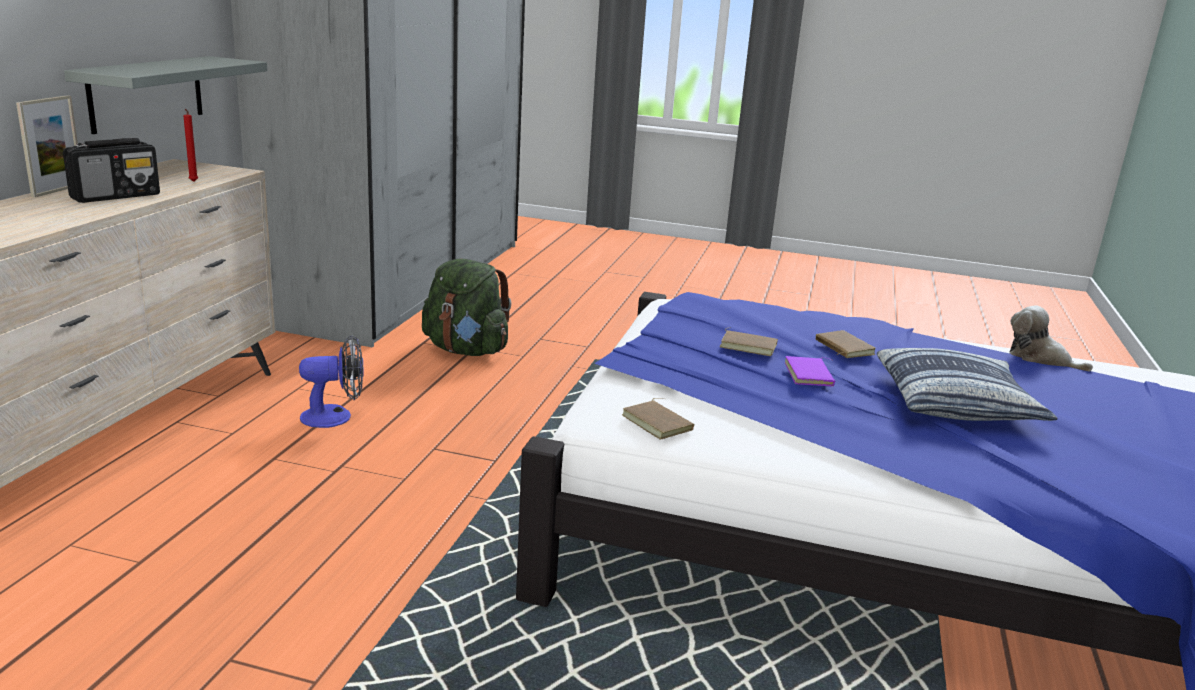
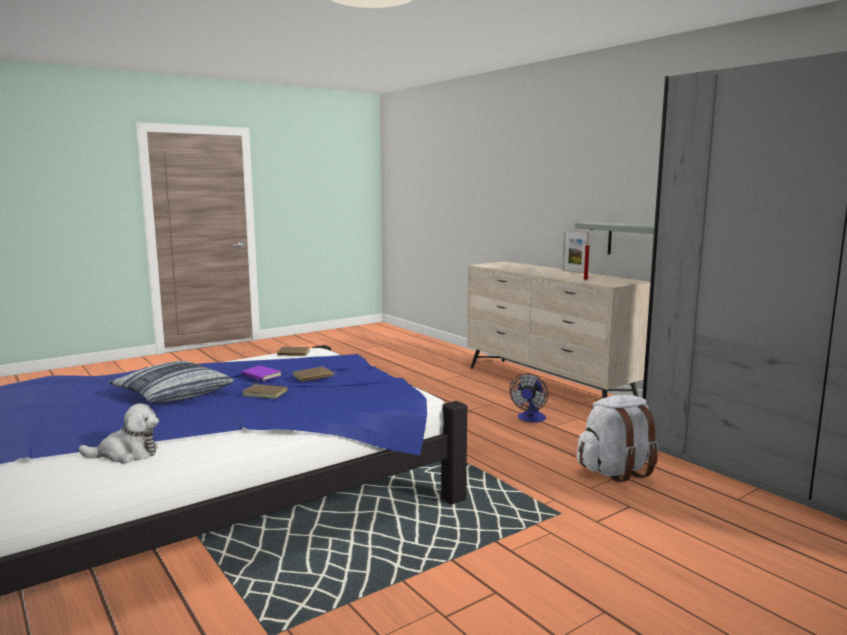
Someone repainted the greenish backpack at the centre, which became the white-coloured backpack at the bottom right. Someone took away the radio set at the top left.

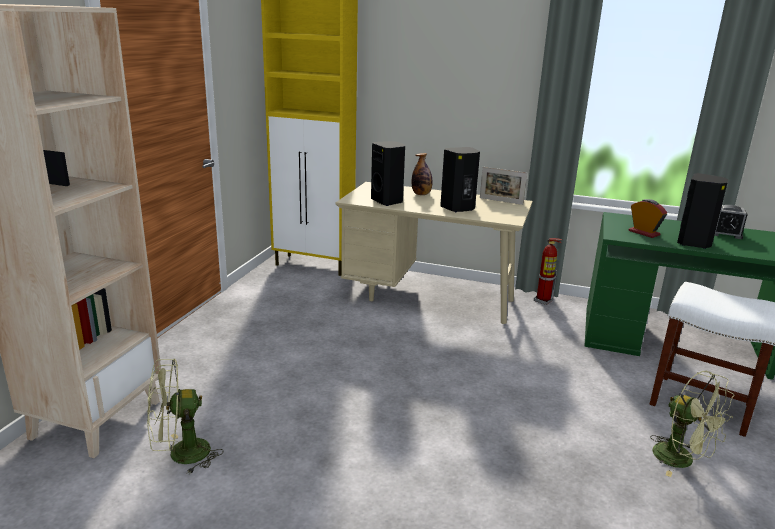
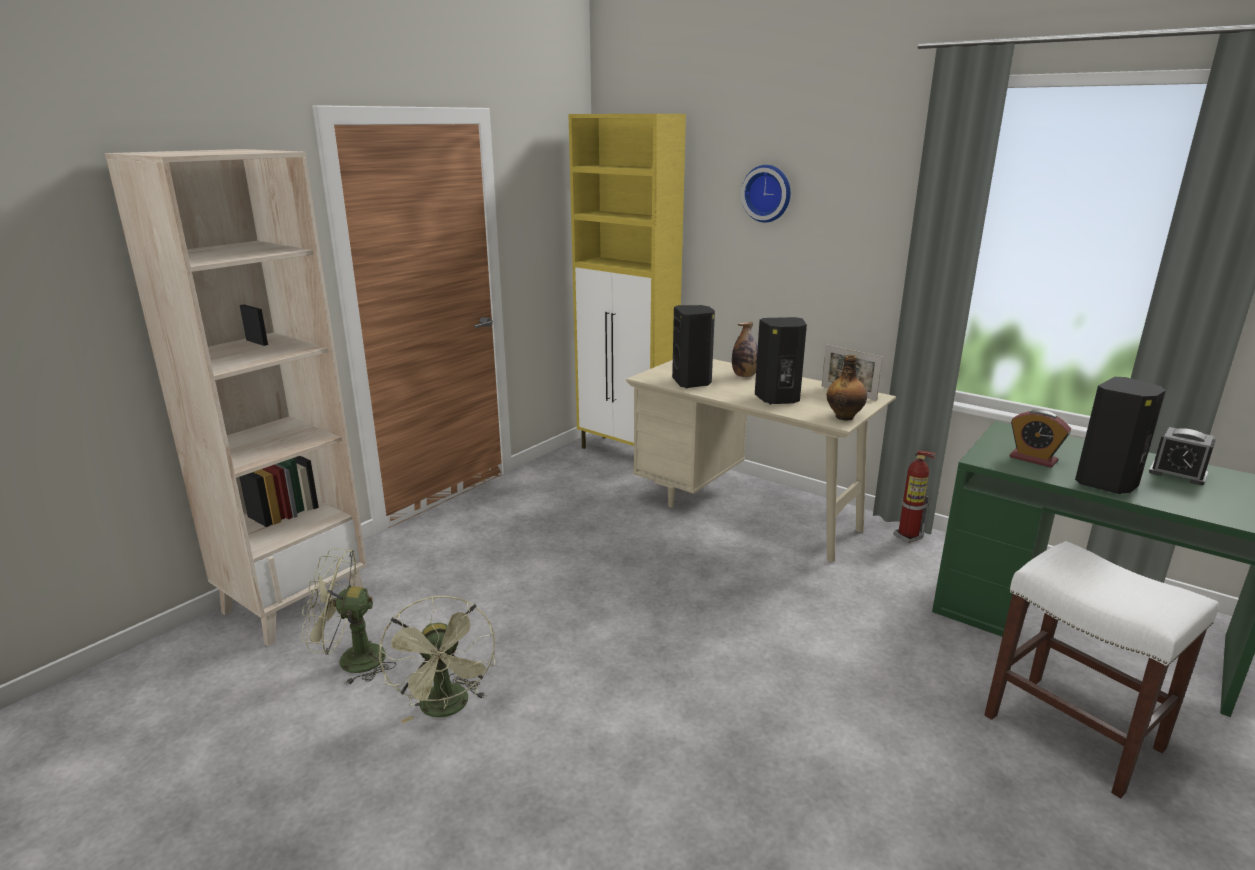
Someone carried the greenish fan (no. 2 from left) from the bottom right to the bottom centre. Someone put up the clock on the wall at the top centre. Someone put down the bottle (no. 2 from left) at the middle right. Someone rotated the table clock (no. 1 from left) at the middle right by 150 degrees clockwise.

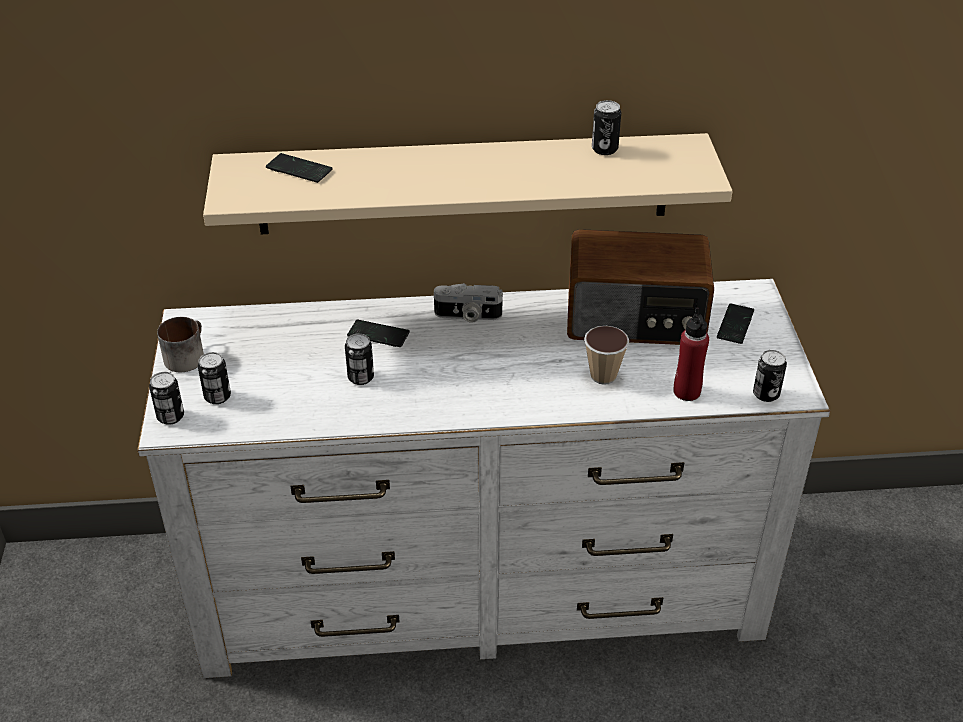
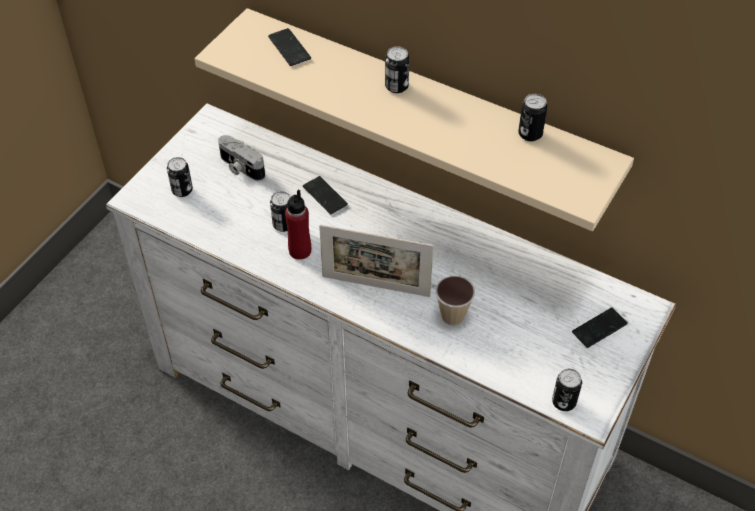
Someone carried the photo camera from the centre to the top left. Someone carried the reddish bottle from the middle right to the centre. Someone put down the photo frame at the centre. Someone carried the can (no. 1 from left in the first image) from the middle left to the top centre. Someone took away the coffee mug at the middle left. Someone took away the radio set at the centre.

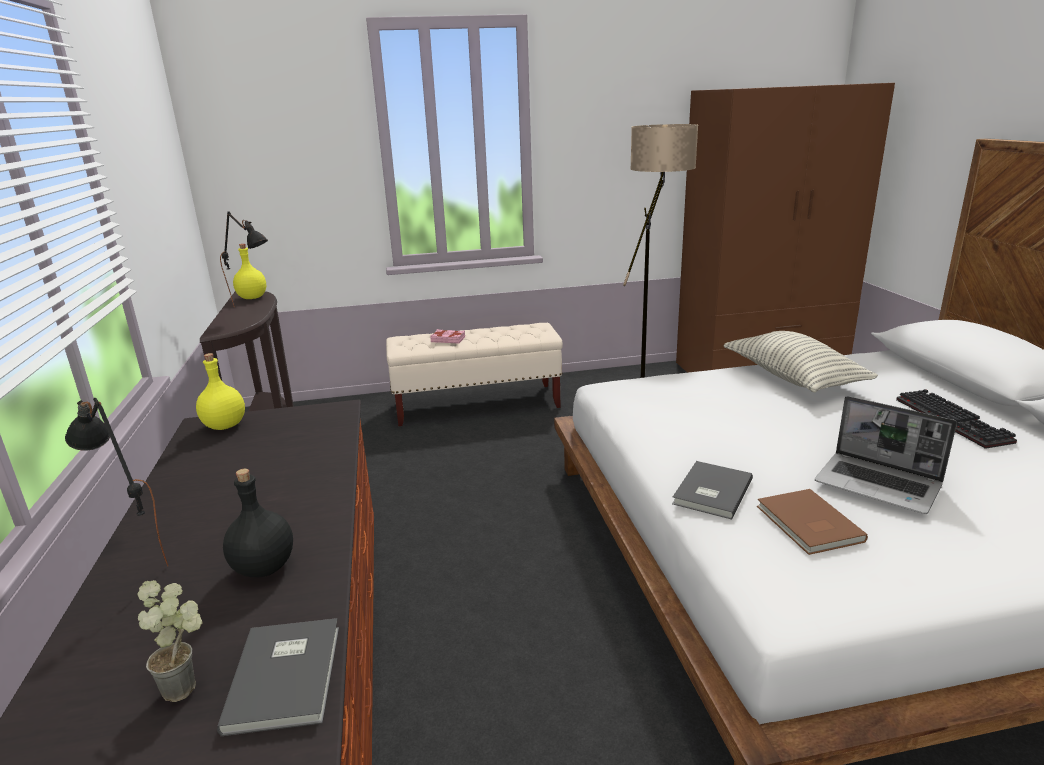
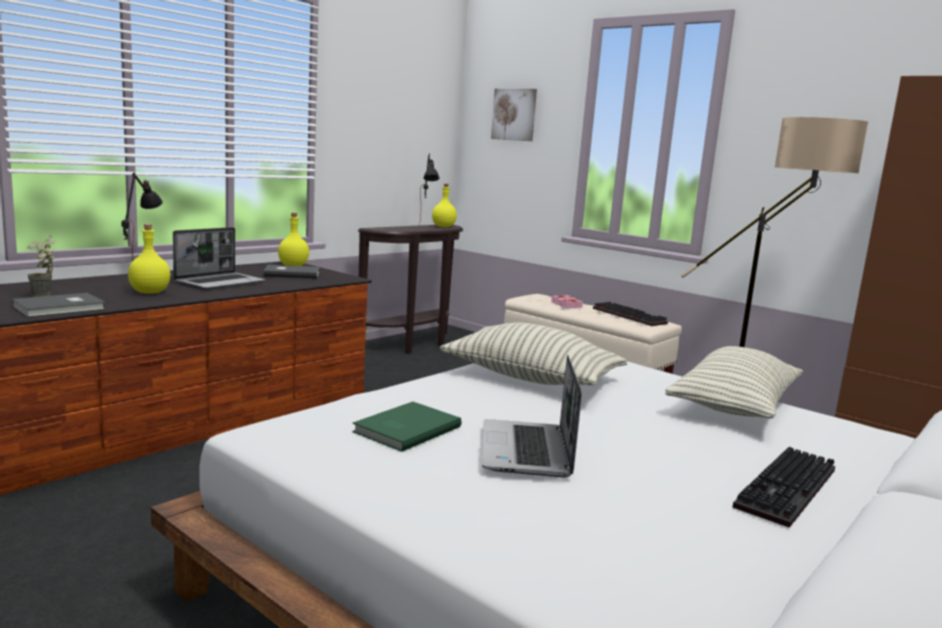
Someone repainted the black bottle at the bottom left, which became the yellowish bottle (no. 1 from left) at the middle left. Someone put down the portable computer (no. 1 from left) at the middle left. Someone carried the gray volume (no. 2 from left) from the middle right to the middle left. Someone repainted the brown-coloured volume at the bottom right, which became the greenish volume at the bottom centre. Someone put down the pillow (no. 1 from left) at the centre. Someone put up the picture at the top centre. Someone put down the computer keyboard (no. 1 from left) at the middle right.

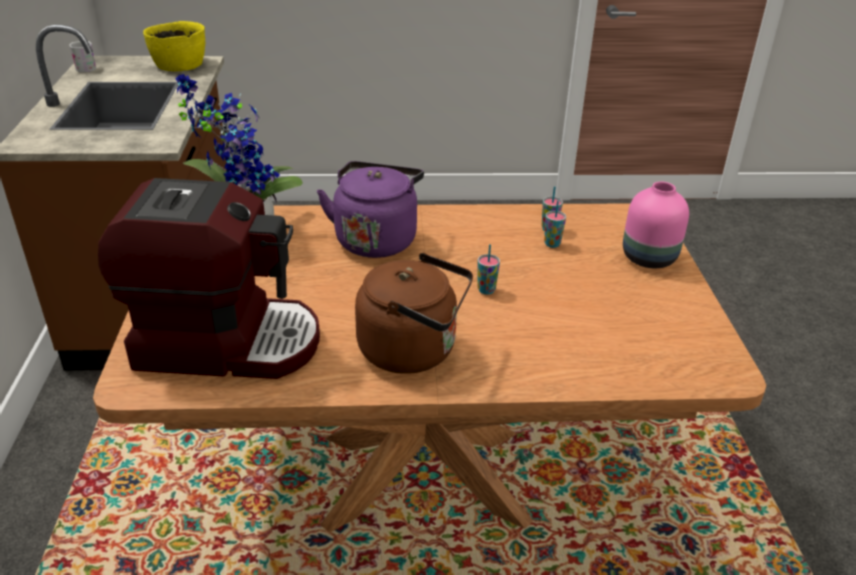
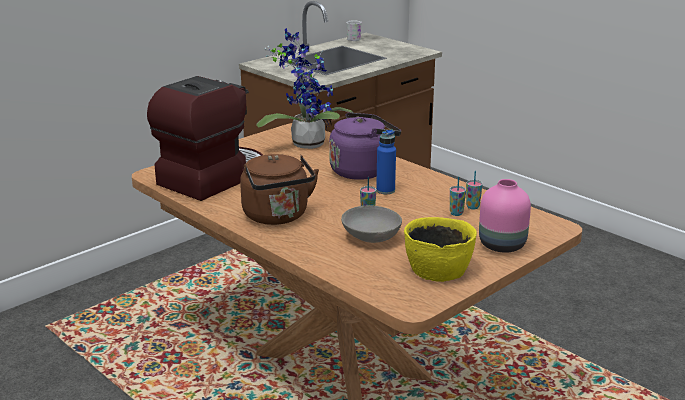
Someone rotated the coffee brewer at the middle left by 105 degrees counterclockwise. Someone put down the gray deep dish at the centre. Someone put down the blue-coloured bottle at the centre. Someone carried the yellowish deep dish from the top left to the centre.

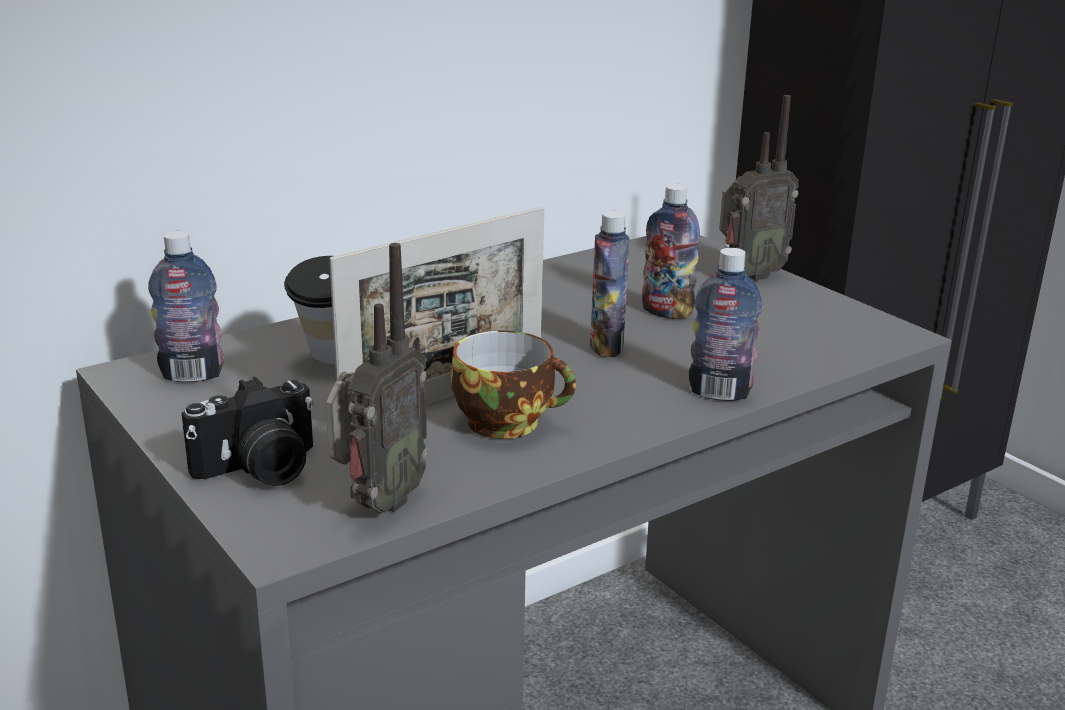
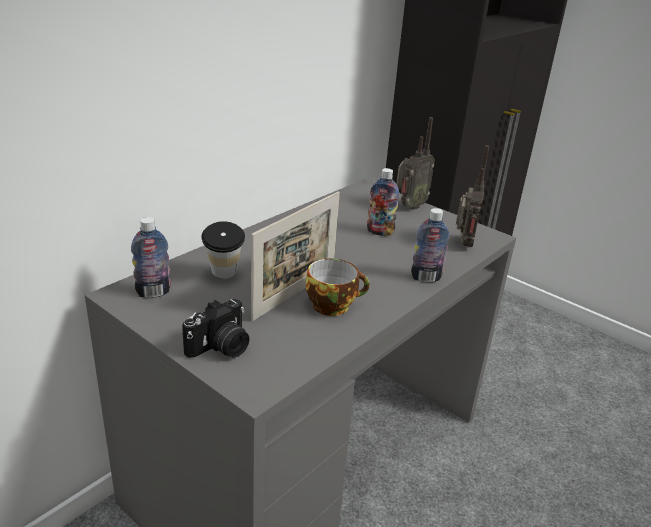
Someone carried the radio set (no. 1 from left in the first image) from the centre to the middle right. Someone took away the bottle (no. 2 from left) at the centre.

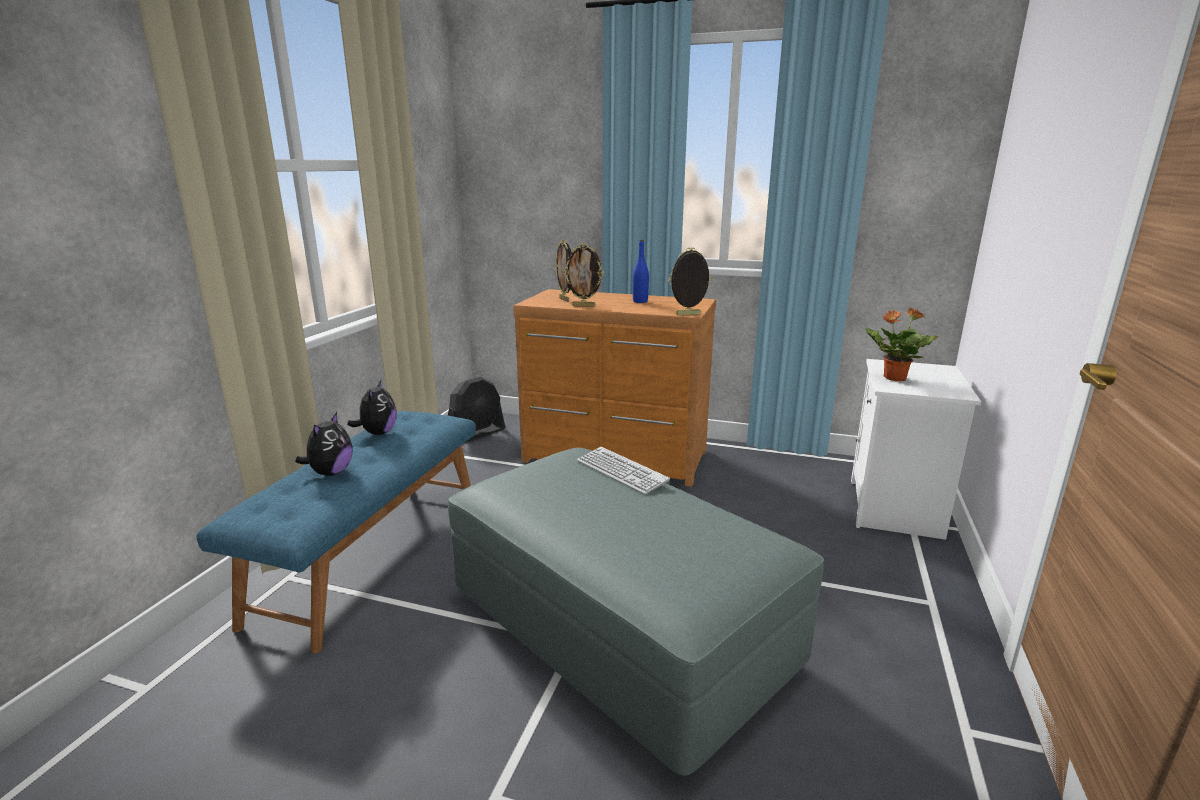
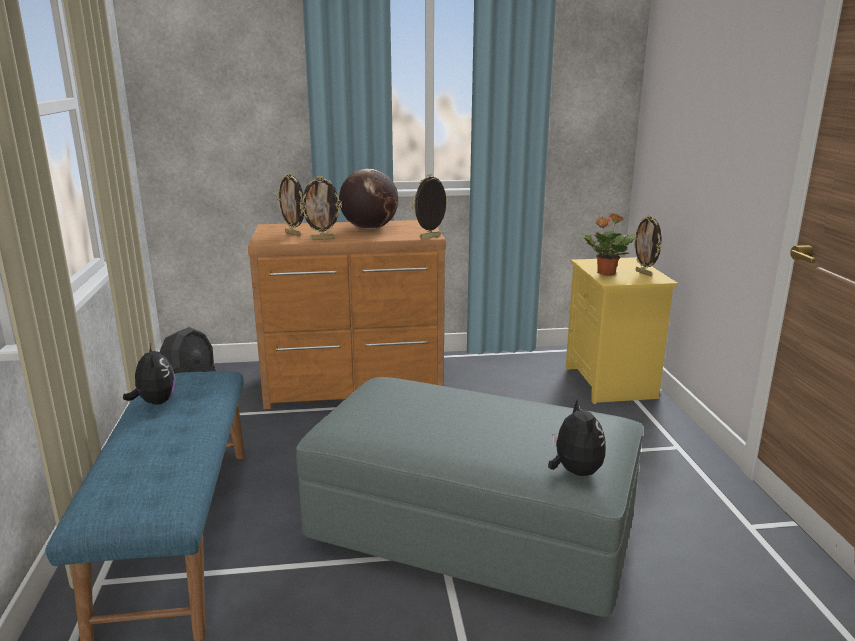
Someone swapped the blue-coloured bottle at the centre for the world globe at the top centre. Someone carried the plush toy (no. 1 from left in the first image) from the middle left to the bottom right. Someone repainted the white-coloured bedside table at the middle right, which became the yellowish bedside table at the middle right. Someone put down the photo frame (no. 4 from left) at the middle right. Someone took away the computer keyboard at the centre.

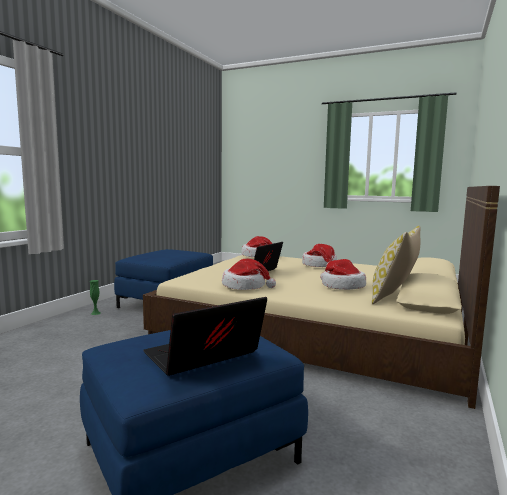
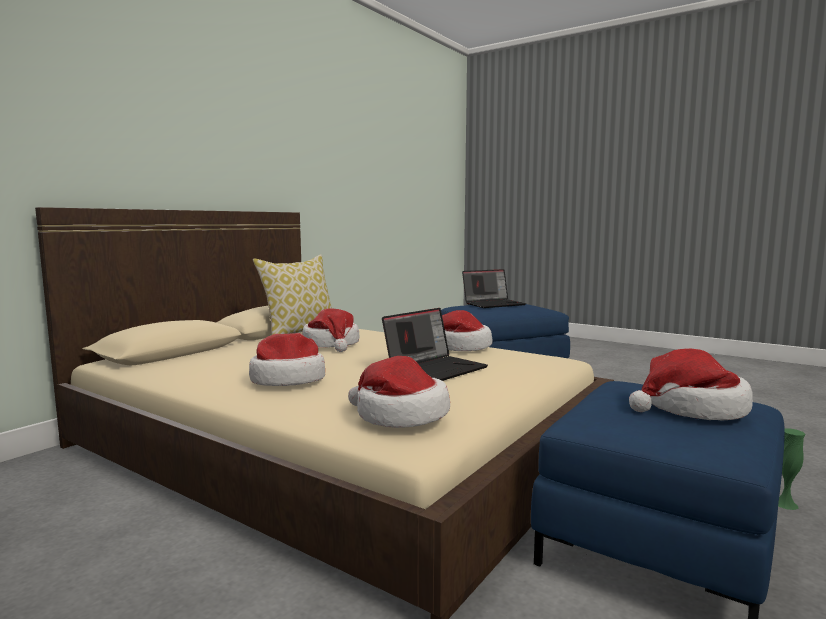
Someone put down the wearable hat (no. 5 from left) at the middle right.

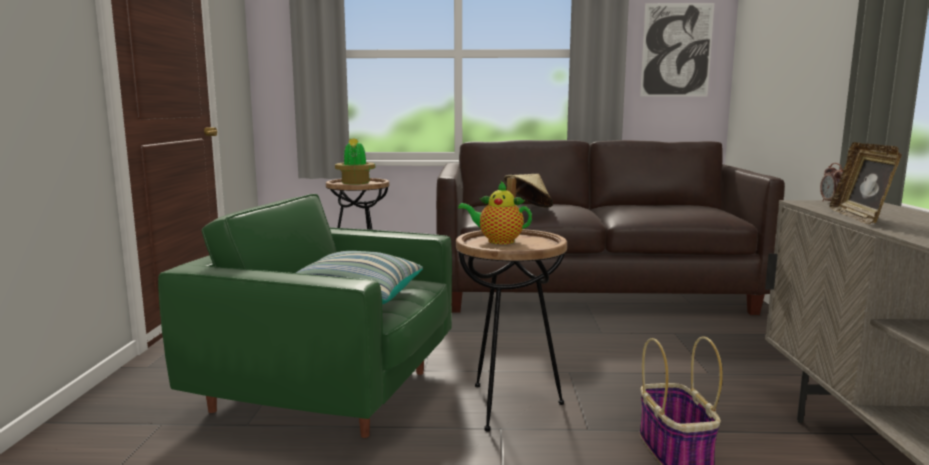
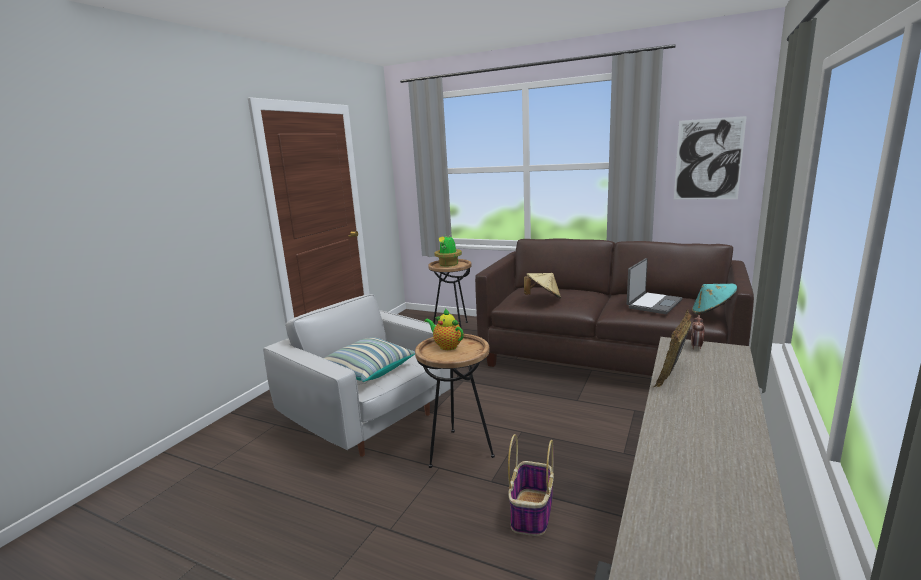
Someone repainted the greenish lounge chair at the bottom left, which became the white-coloured lounge chair at the centre. Someone put down the portable computer at the middle right. Someone put down the turquoise-coloured wearable hat at the middle right.

